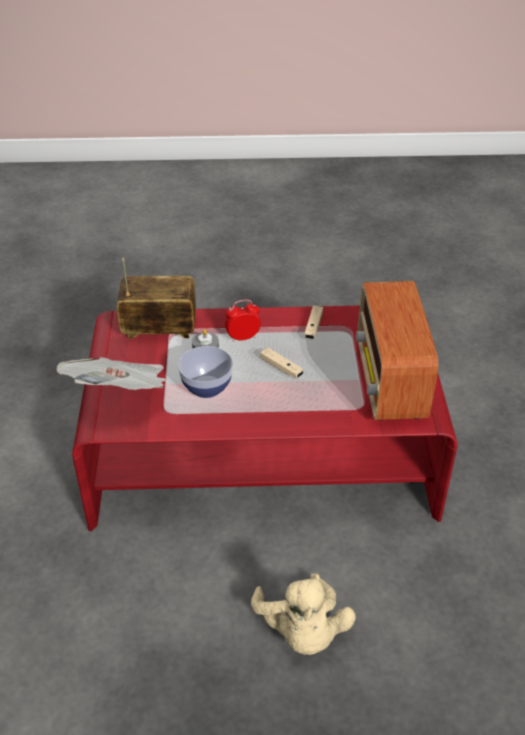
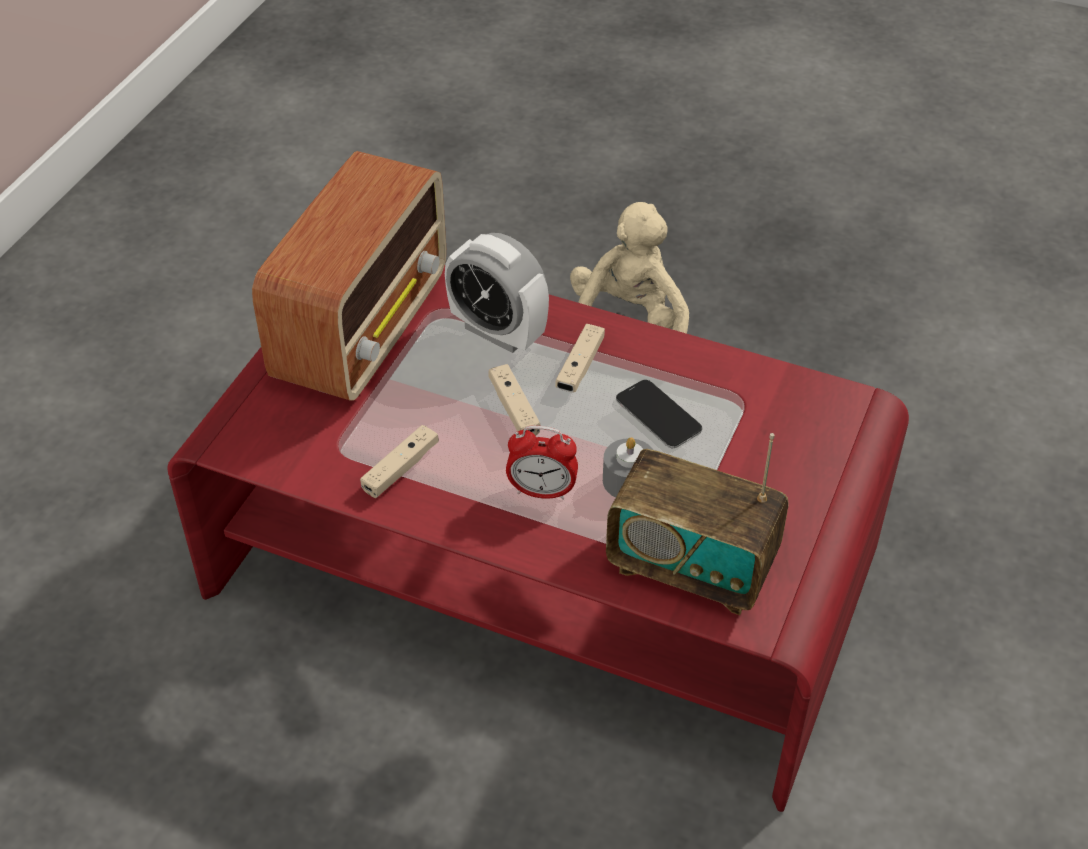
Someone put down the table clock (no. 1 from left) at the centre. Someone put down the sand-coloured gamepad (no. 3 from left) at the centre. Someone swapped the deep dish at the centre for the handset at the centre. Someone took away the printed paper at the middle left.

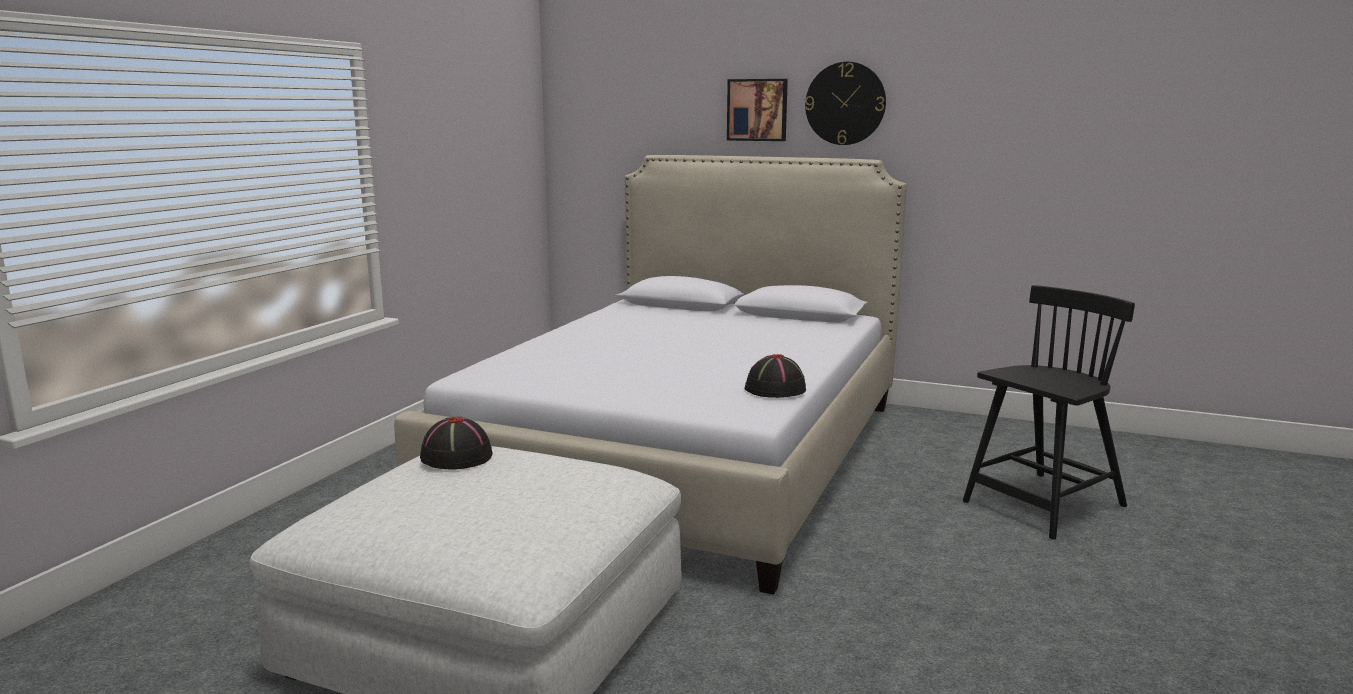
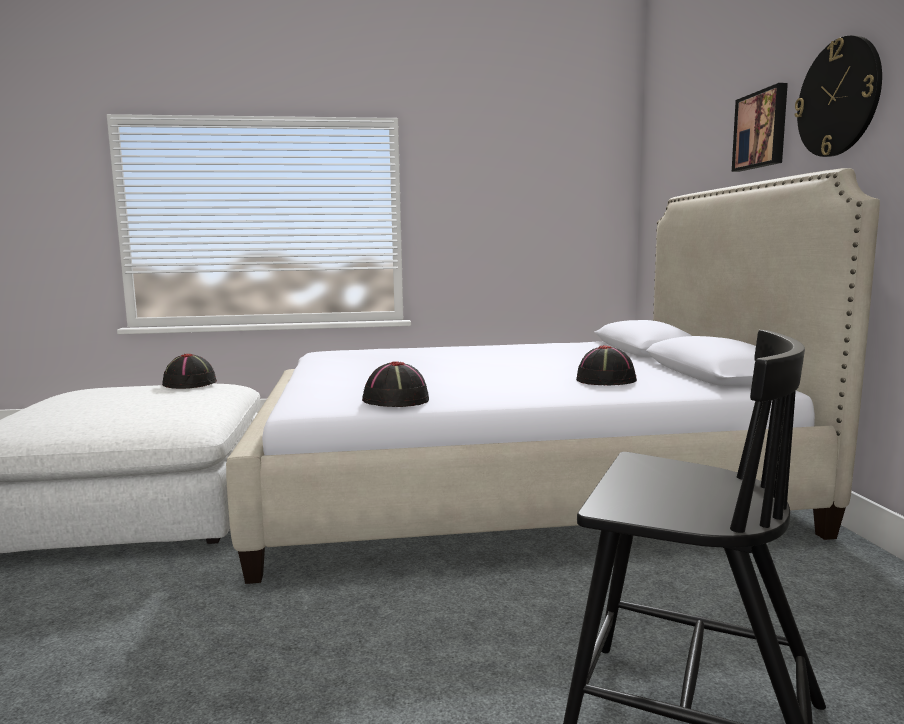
Someone put down the black wearable hat (no. 3 from left) at the middle right.

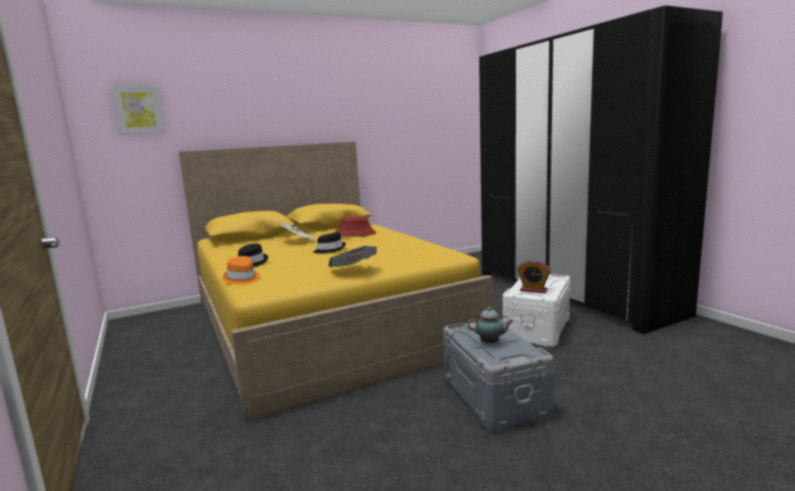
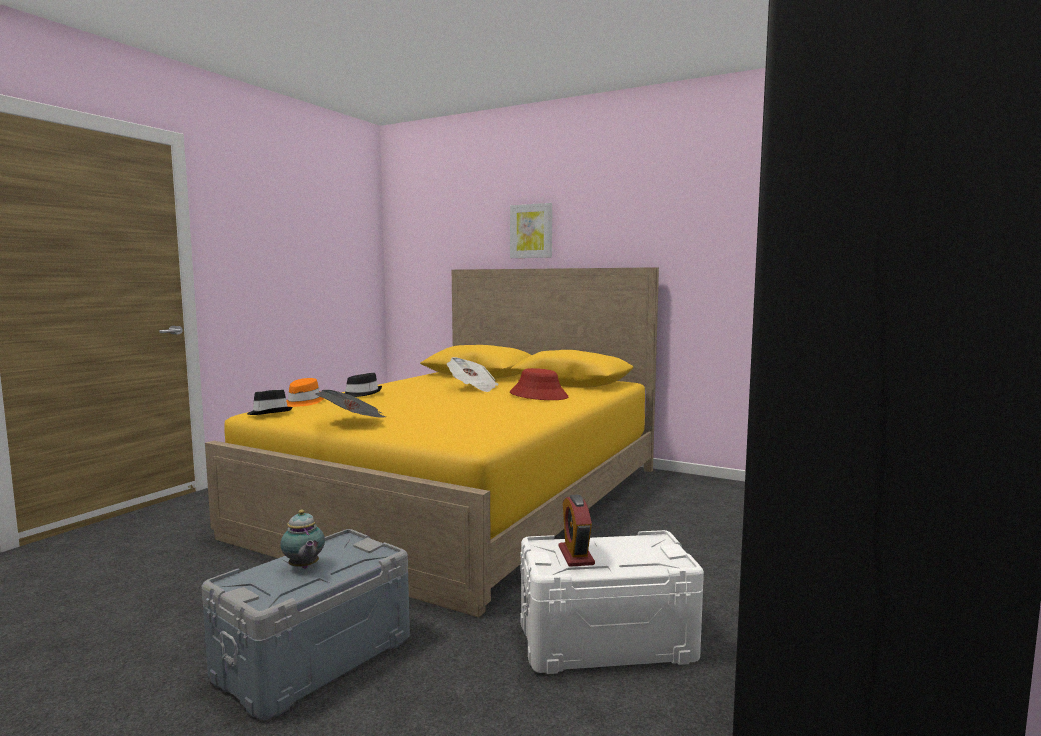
Someone carried the black wearable hat (no. 2 from left in the first image) from the centre to the middle left. Someone carried the picture from the top left to the top centre.

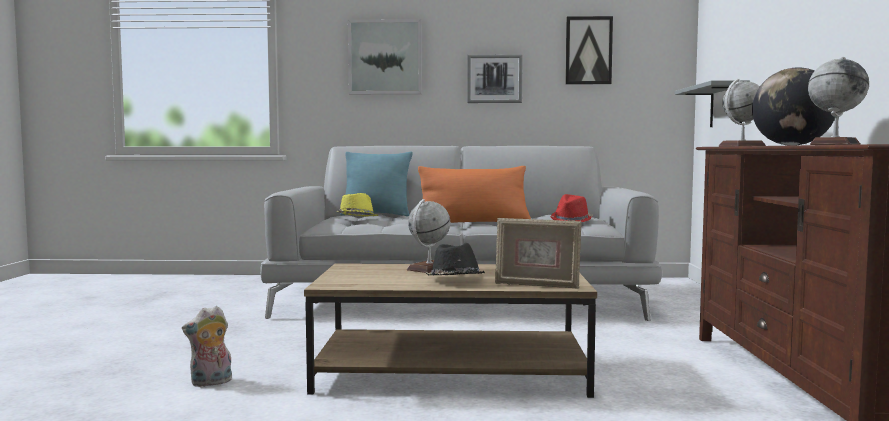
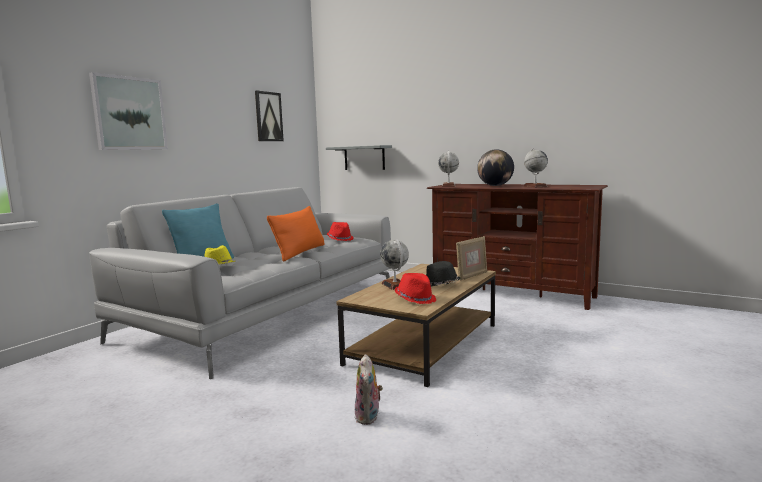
Someone put down the reddish wearable hat (no. 2 from left) at the centre. Someone took away the picture (no. 2 from left) at the top centre.

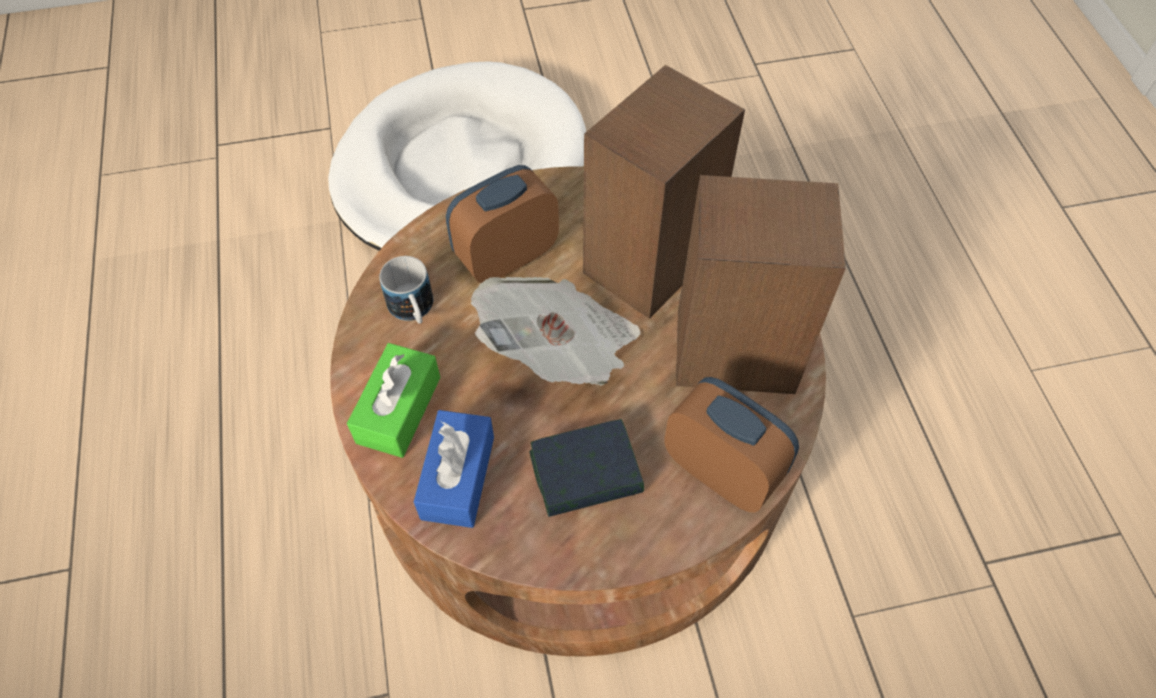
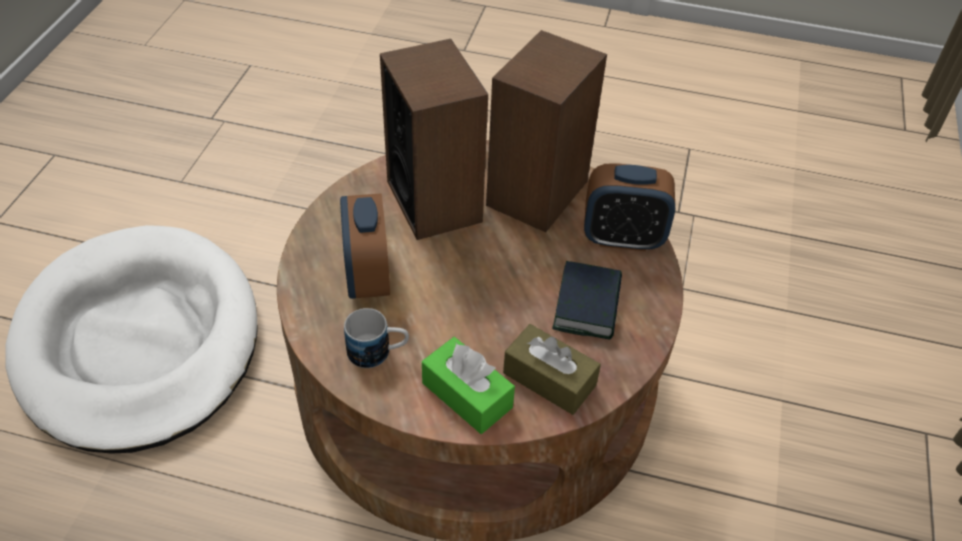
Someone repainted the blue-coloured tissue box at the bottom centre, which became the brown-coloured tissue box at the bottom centre. Someone rotated the table clock (no. 2 from left) at the centre by 150 degrees counterclockwise. Someone took away the printed paper at the centre.

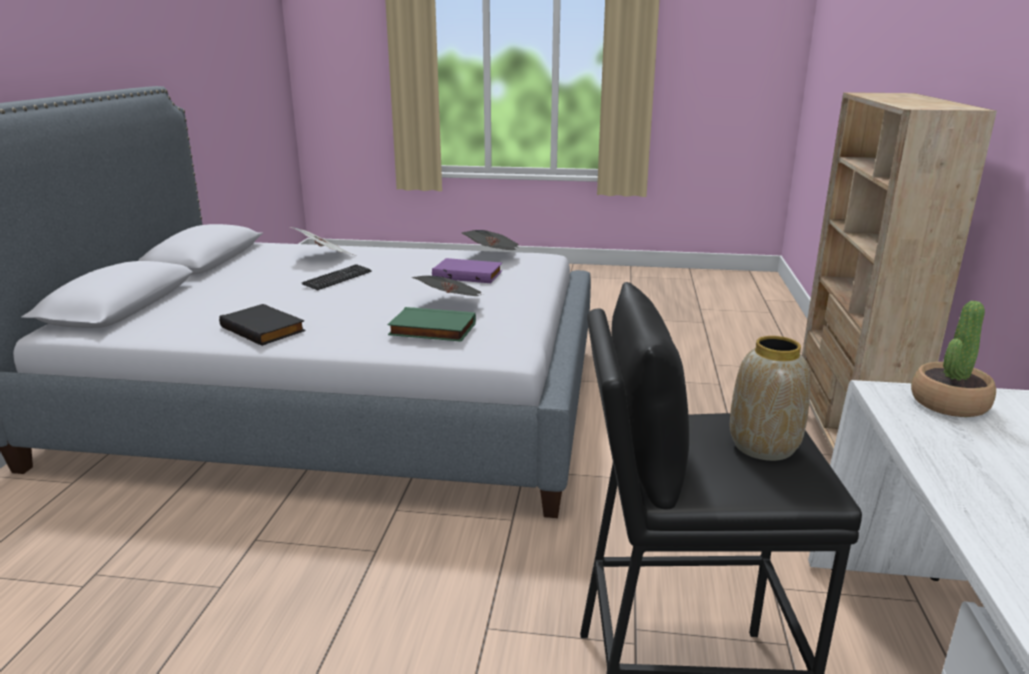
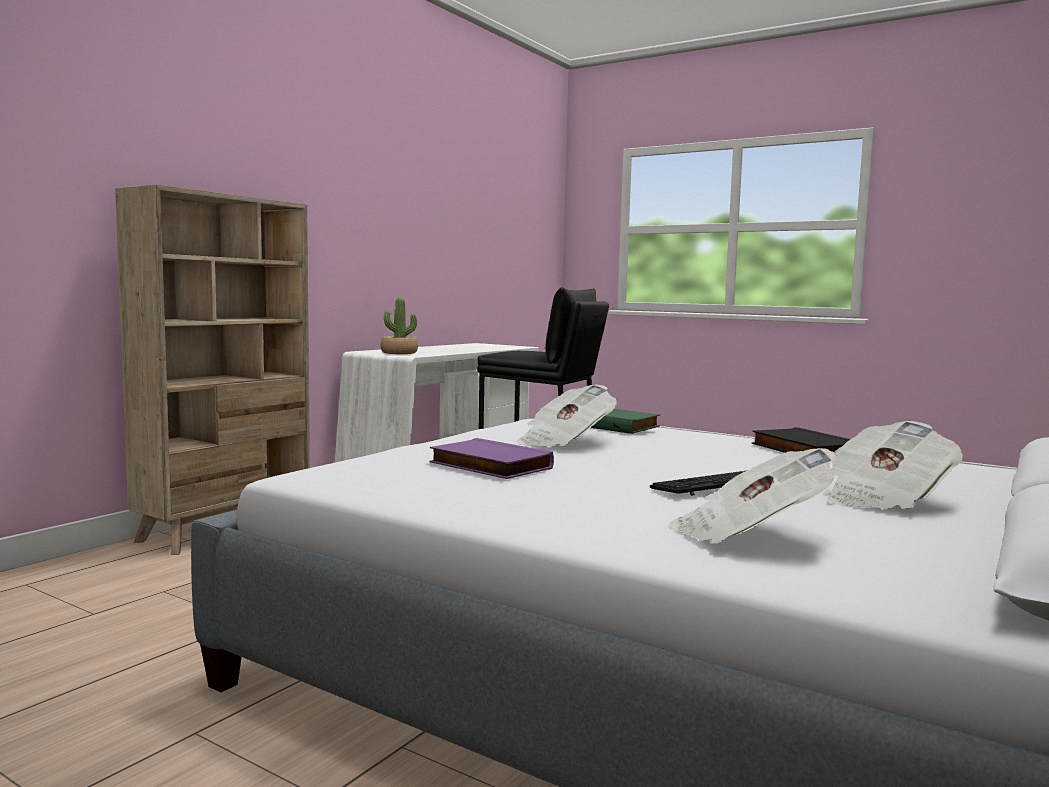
Someone carried the printed paper (no. 3 from left) from the centre to the middle right. Someone took away the vase at the middle right.

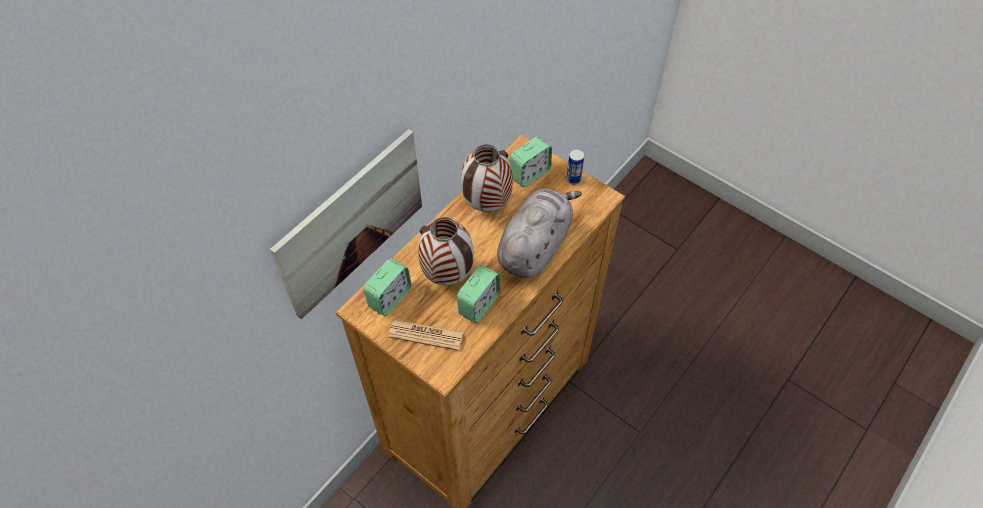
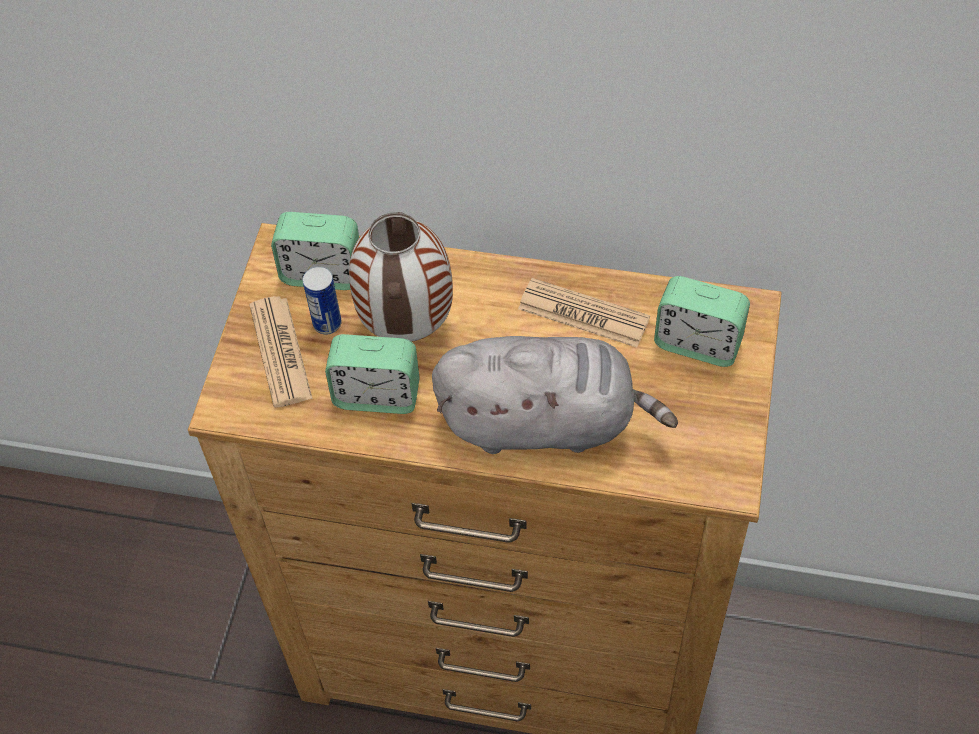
Someone carried the can from the top centre to the middle left. Someone swapped the vase (no. 2 from left) at the centre for the printed paper (no. 2 from left) at the centre. Someone took away the picture at the centre.

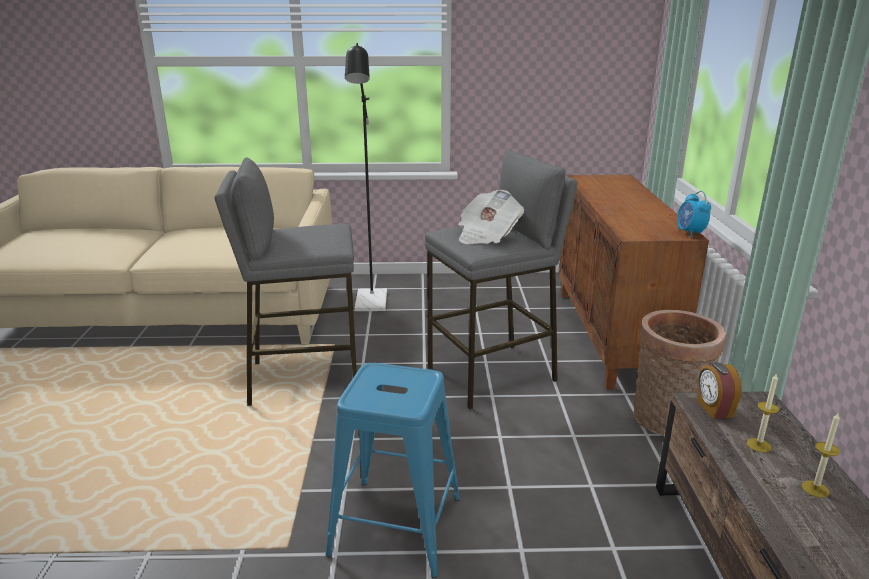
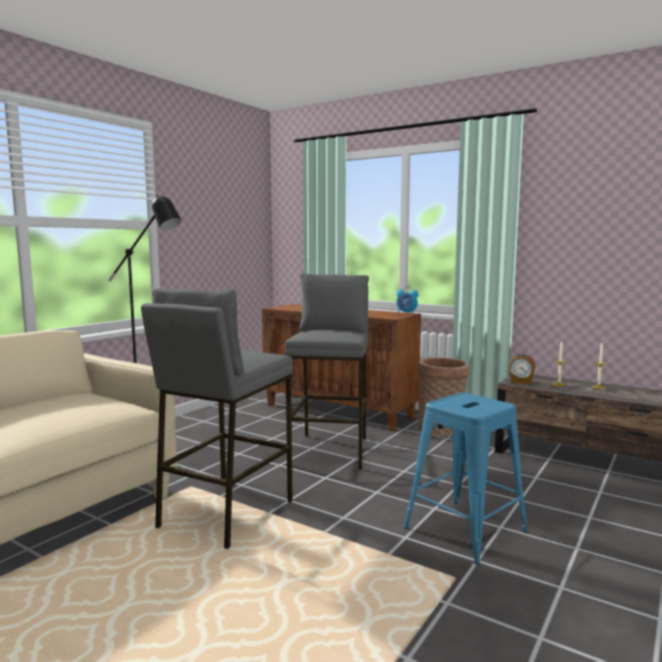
Someone took away the printed paper at the centre.

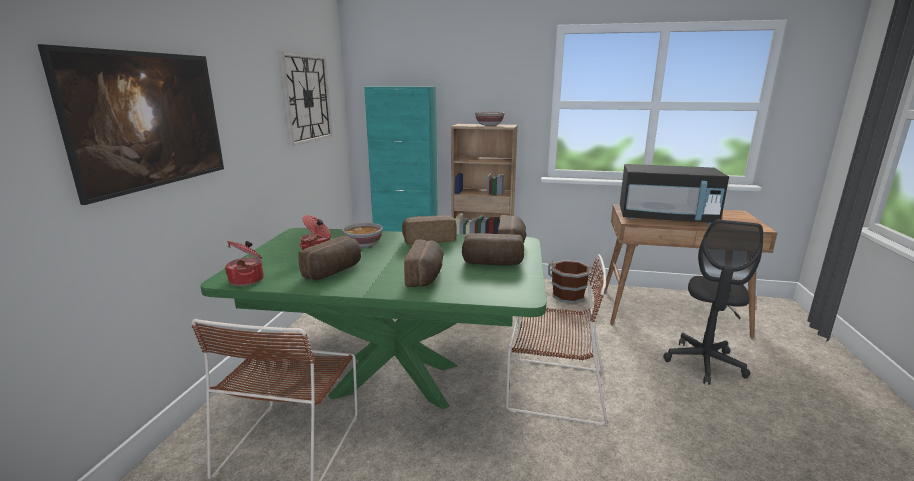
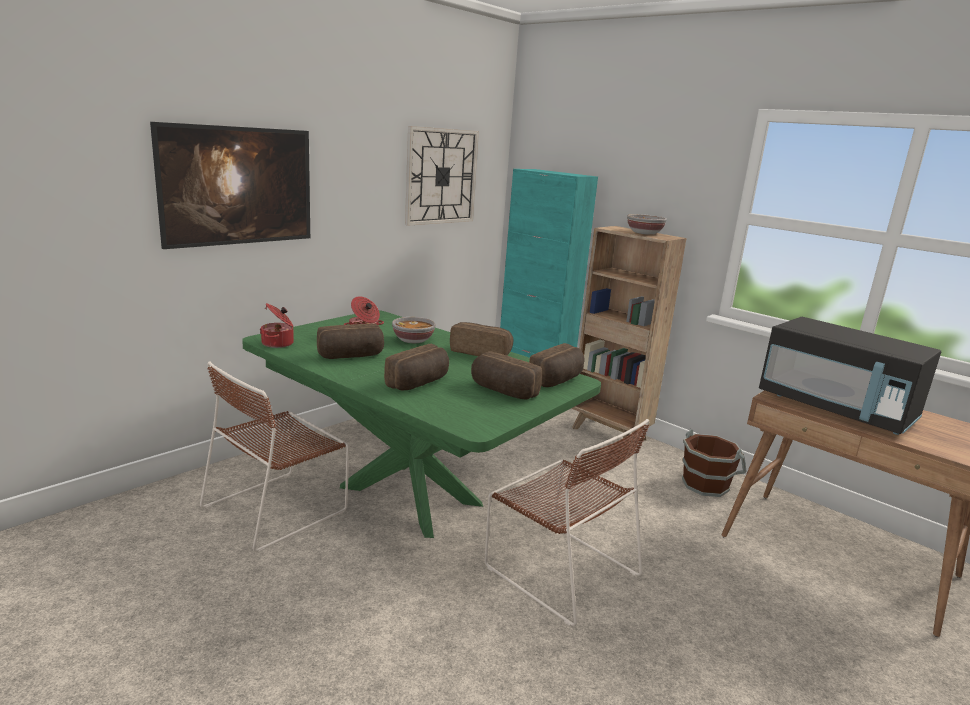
Someone took away the gray computer chair at the middle right.

